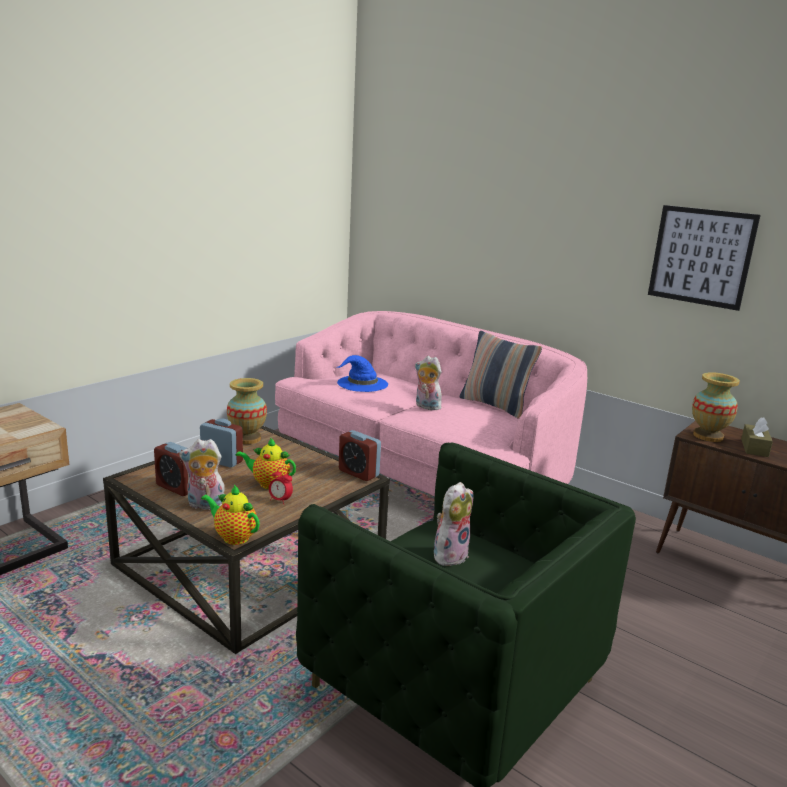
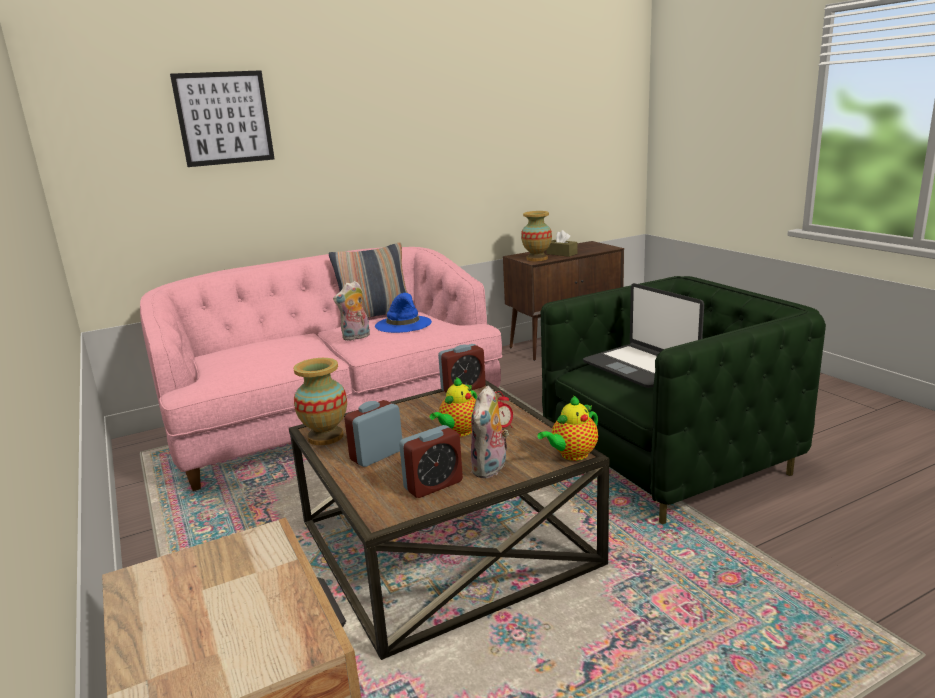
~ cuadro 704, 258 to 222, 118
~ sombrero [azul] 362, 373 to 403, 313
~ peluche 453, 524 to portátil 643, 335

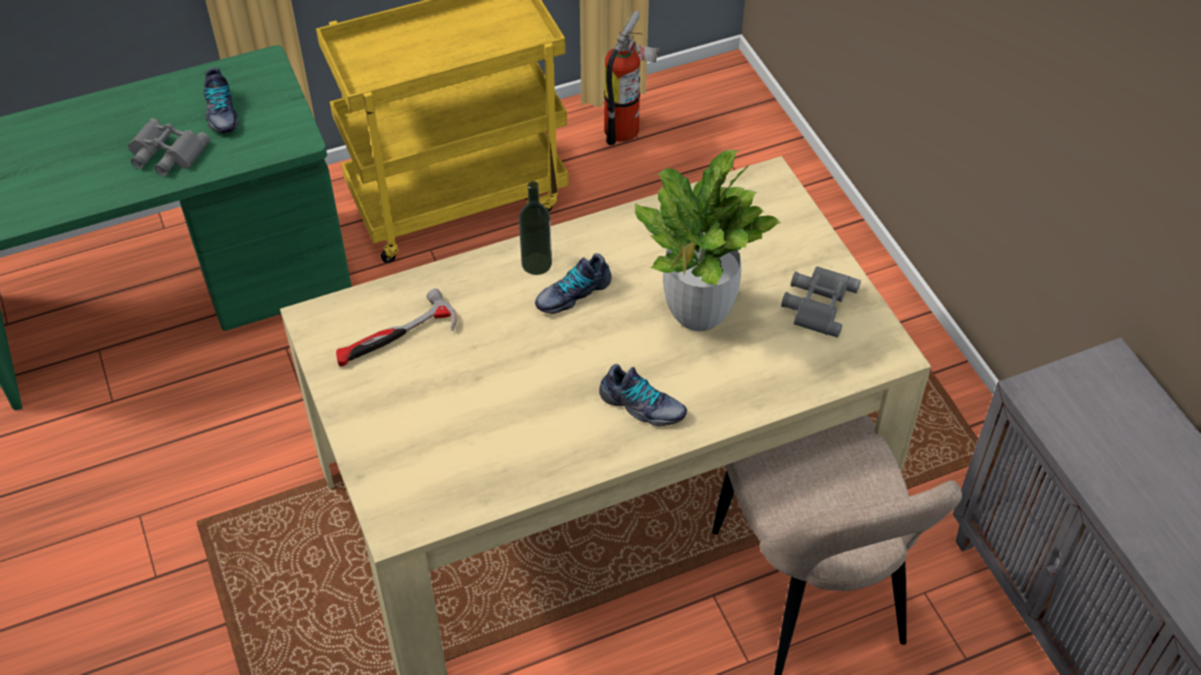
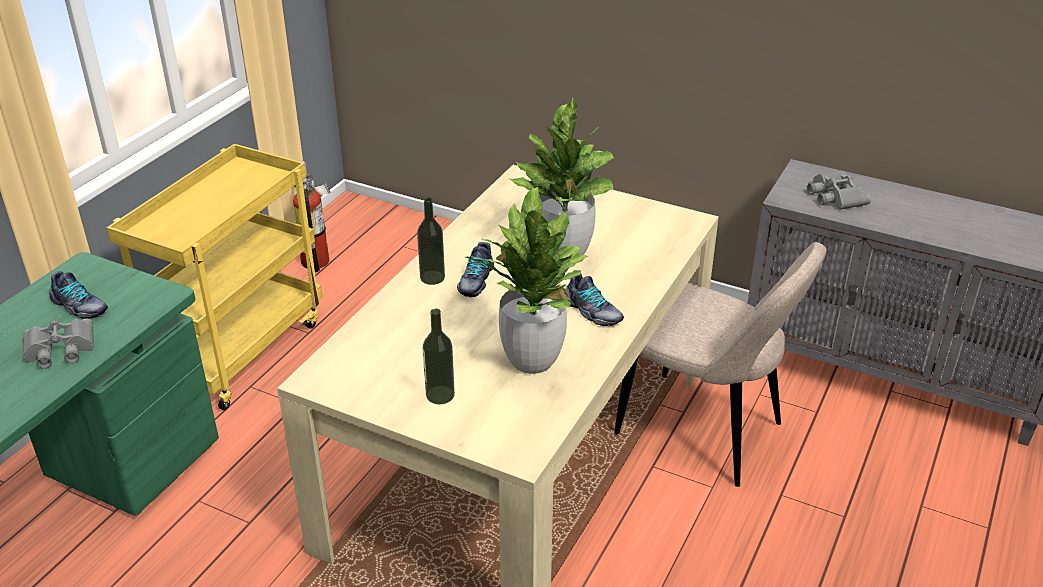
~ prismáticos [gris] 821, 302 to 839, 190
- martillo 396, 327
~ zapato 643, 395 = 594, 300 60 degrees clockwise
+ planta en maceta 527, 280
+ botella 439, 356

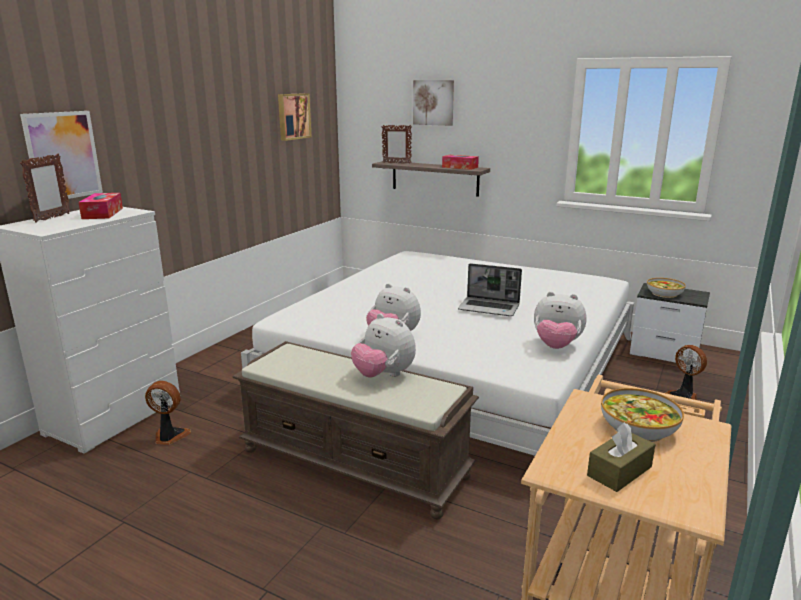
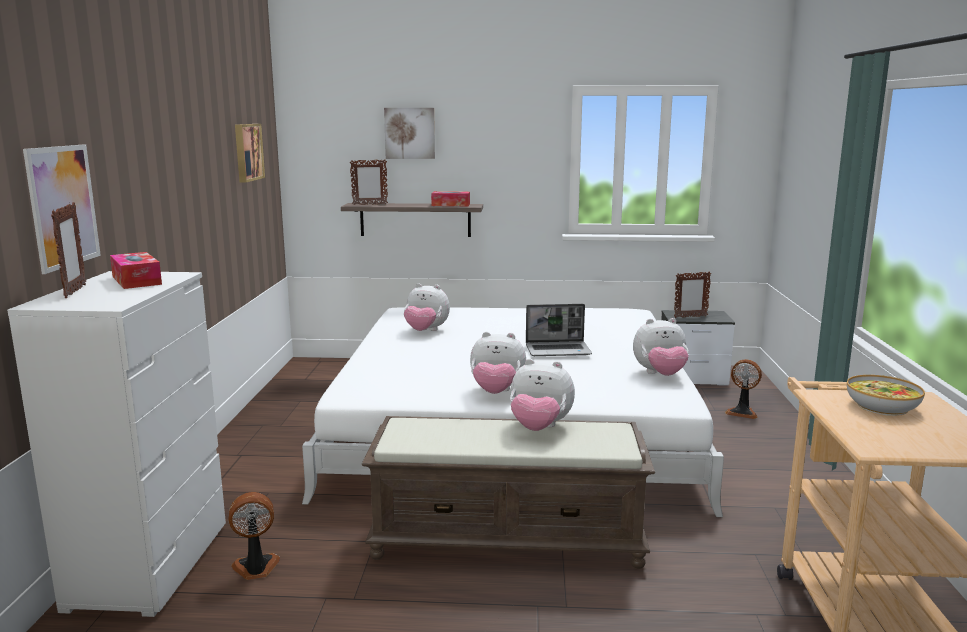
~ cuenco 666, 288 to portarretratos 692, 295
- caja de pañuelos [marrón] 621, 457
+ peluche 427, 307

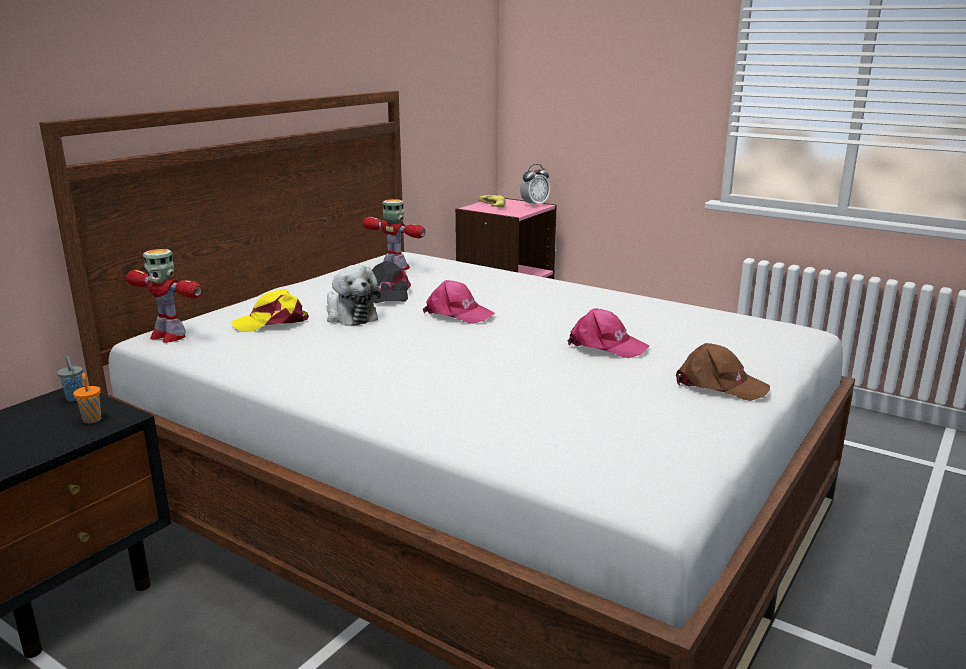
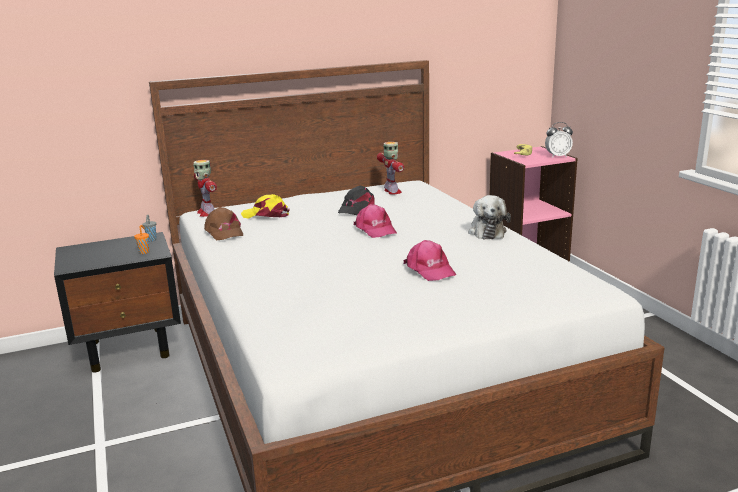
~ peluche 354, 295 to 489, 217
~ gorra [marrón] 723, 372 to 223, 223

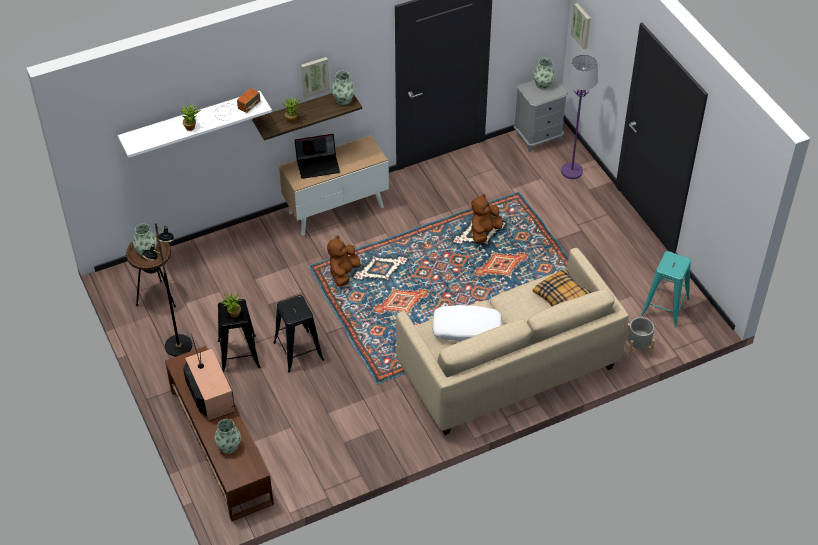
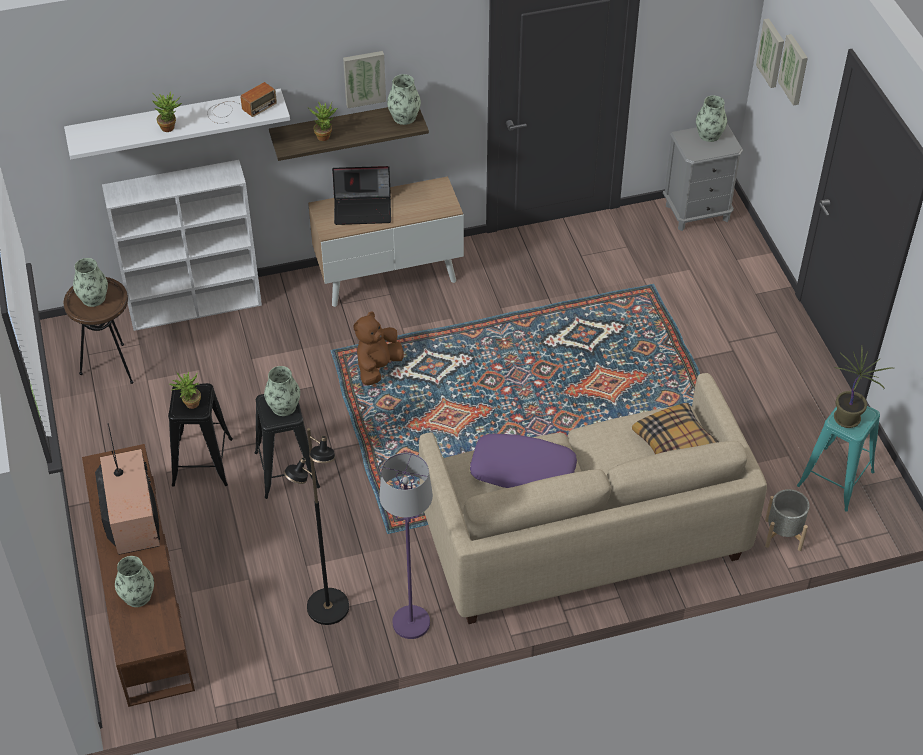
~ lámpara de pie [morado] 579, 117 to 406, 546
- peluche [marrón] 487, 219
~ lámpara de pie [negro] 167, 289 to 316, 526
~ cojín [blanco] 467, 323 to cojín [morado] 523, 461
+ cuadro 793, 70
+ estantería [blanco] 182, 245
+ planta en maceta 863, 387
+ florero 282, 391

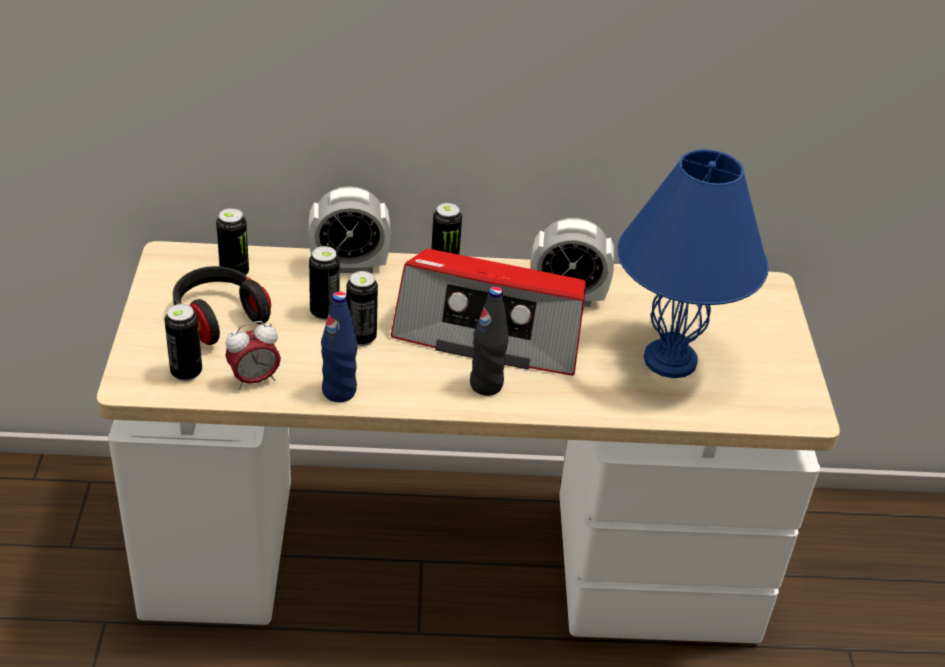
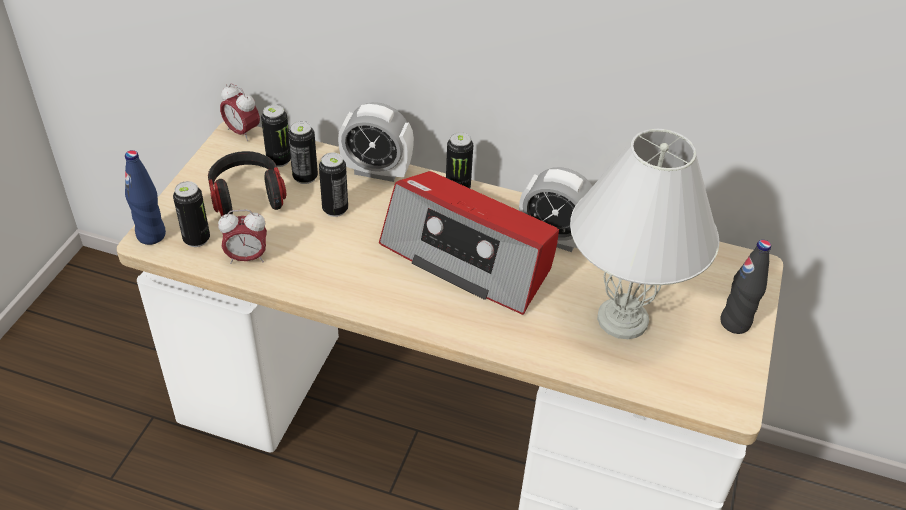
~ lámpara de mesa [azul] 693, 263 to lámpara de mesa [blanco] 645, 234
~ lata 362, 308 to 303, 152
~ botella [negro] 489, 341 to 745, 287
~ botella [azul] 339, 346 to 145, 197
+ despertador 240, 112

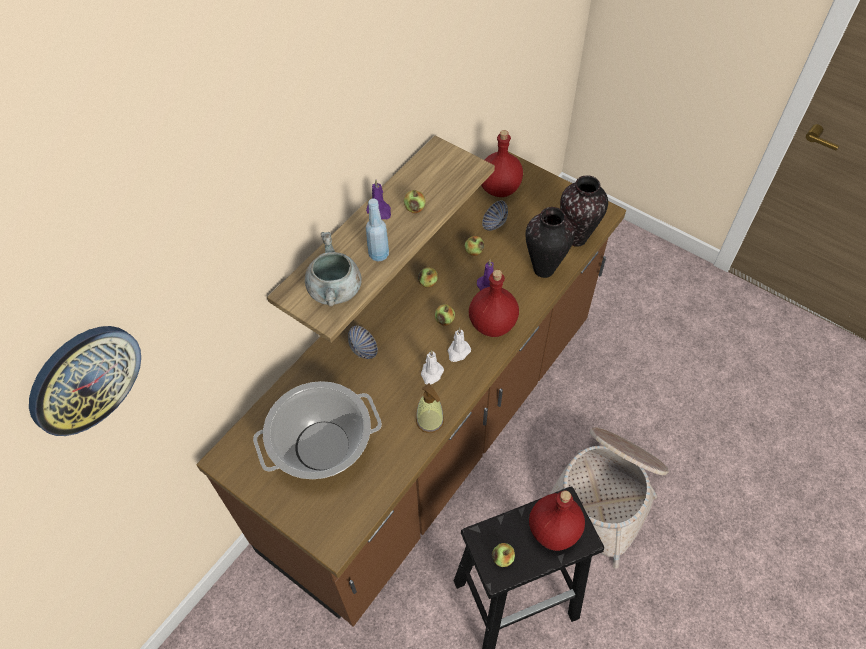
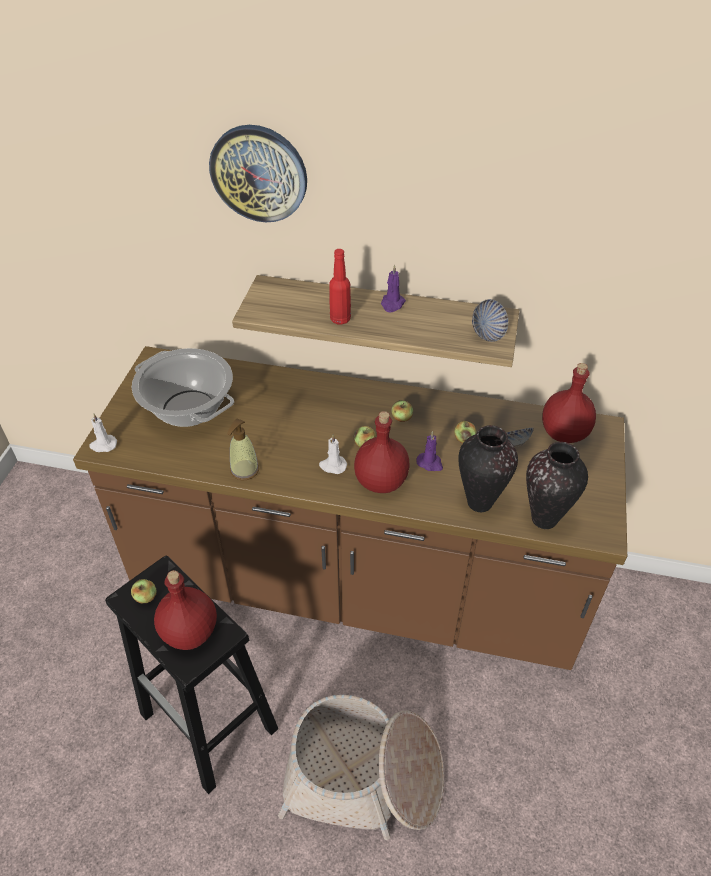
- manzana 415, 201
~ botella [azul] 377, 230 to botella [rojo] 340, 286
- olla [gris] 333, 269
~ cuenco 363, 342 to 490, 320
~ reloj de pared 85, 381 to 258, 173
~ vela [blanco] 432, 367 to 103, 432

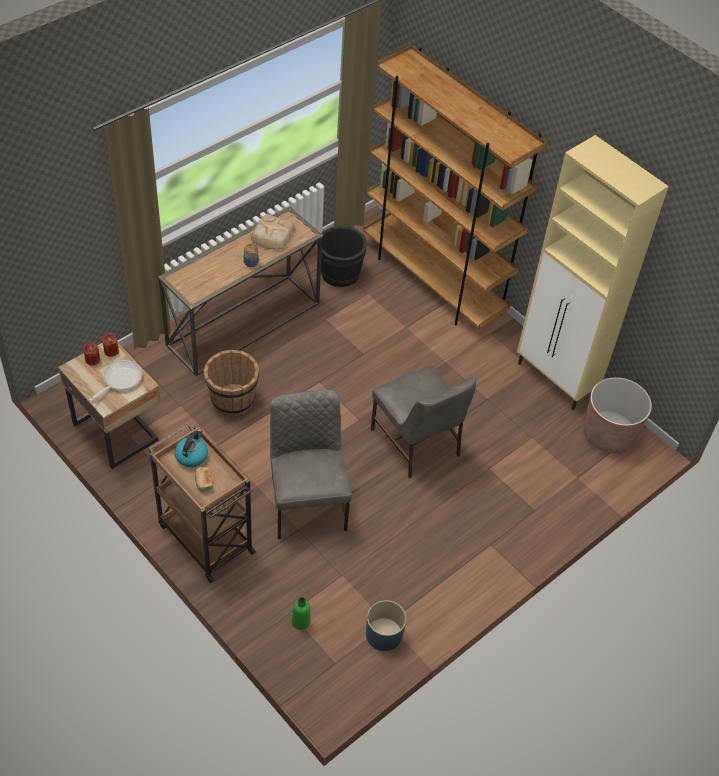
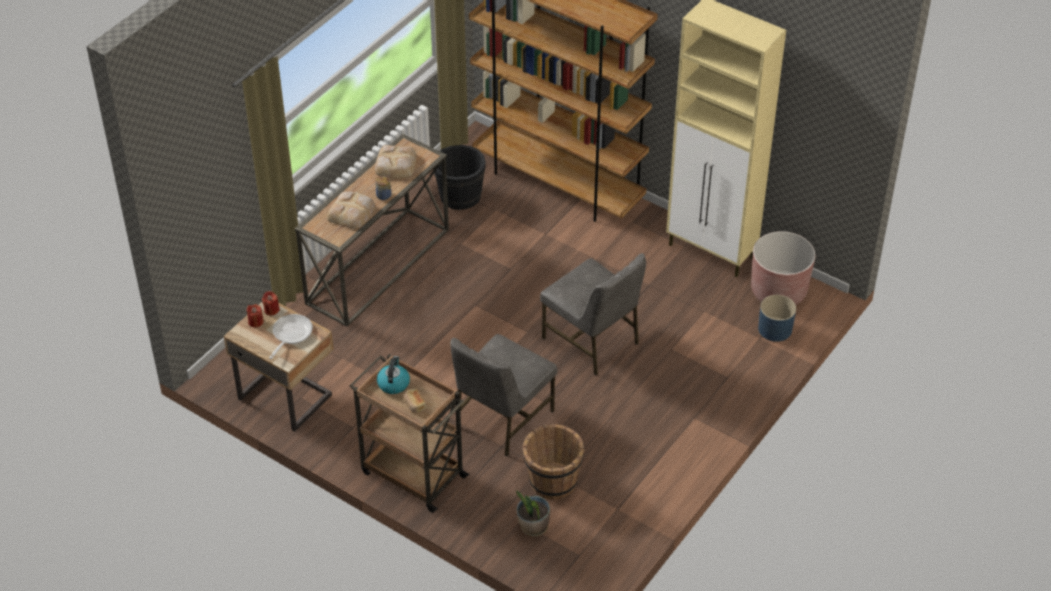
~ cubo [marrón] 231, 383 to 553, 462
~ silla [gris] 311, 464 = 503, 395 120 degrees counterclockwise
~ botella [verde] 301, 613 to planta en maceta 533, 513
~ maceta [azul] 386, 625 to 777, 318
+ pan 351, 210

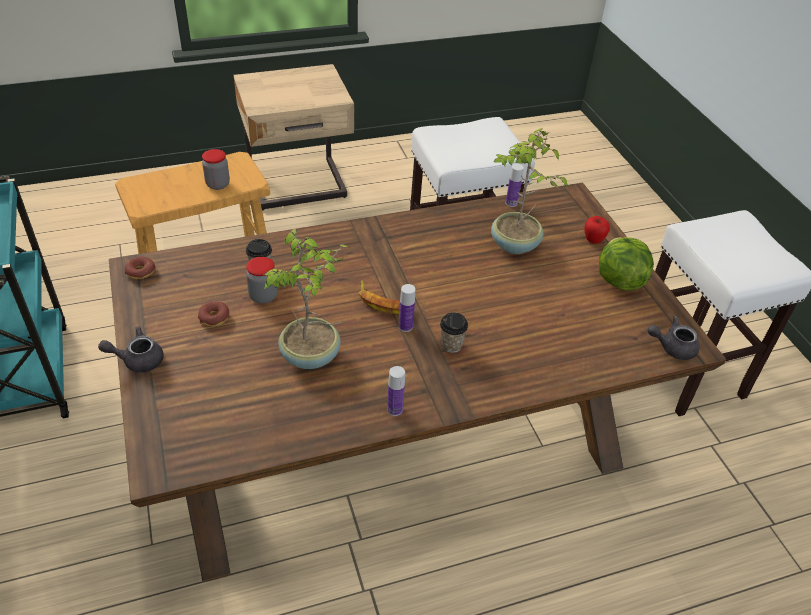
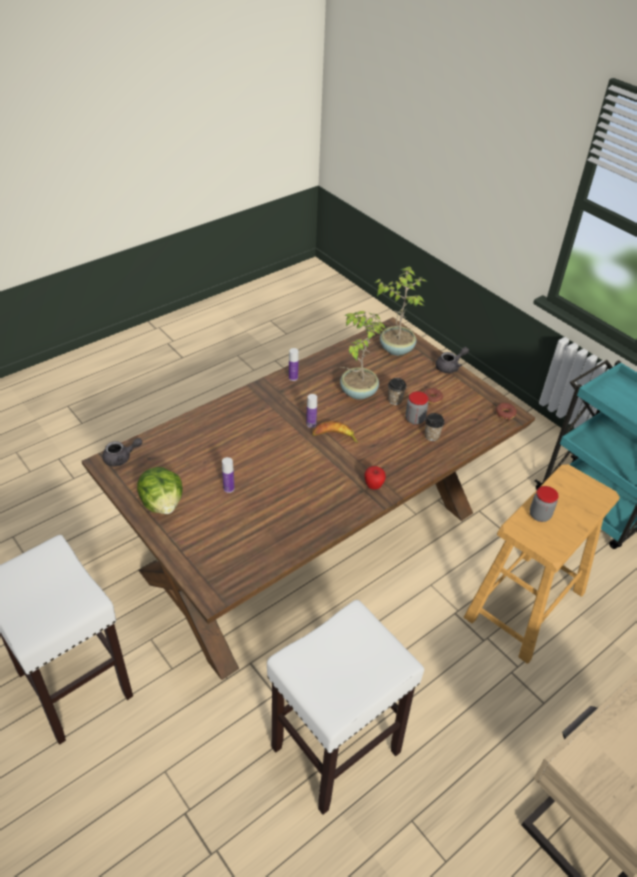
~ planta en maceta 529, 191 to 400, 311
~ botella 515, 185 to 228, 475
~ manzana 597, 230 to 375, 478
~ taza 454, 332 to 397, 391

